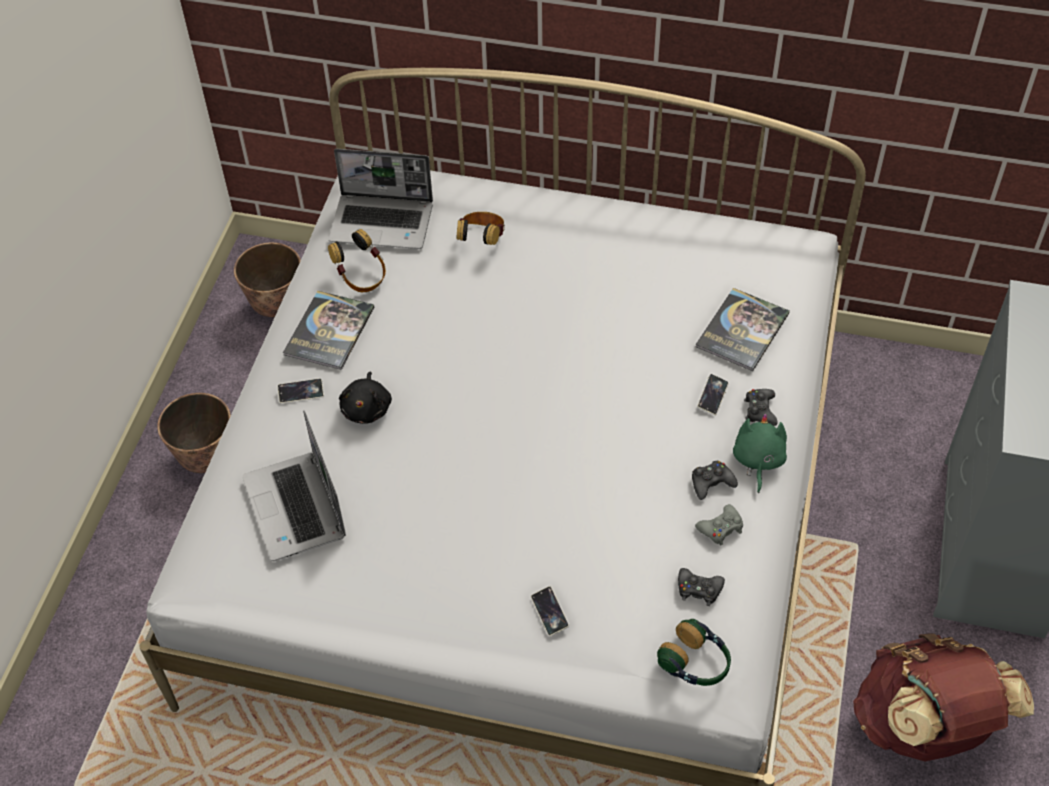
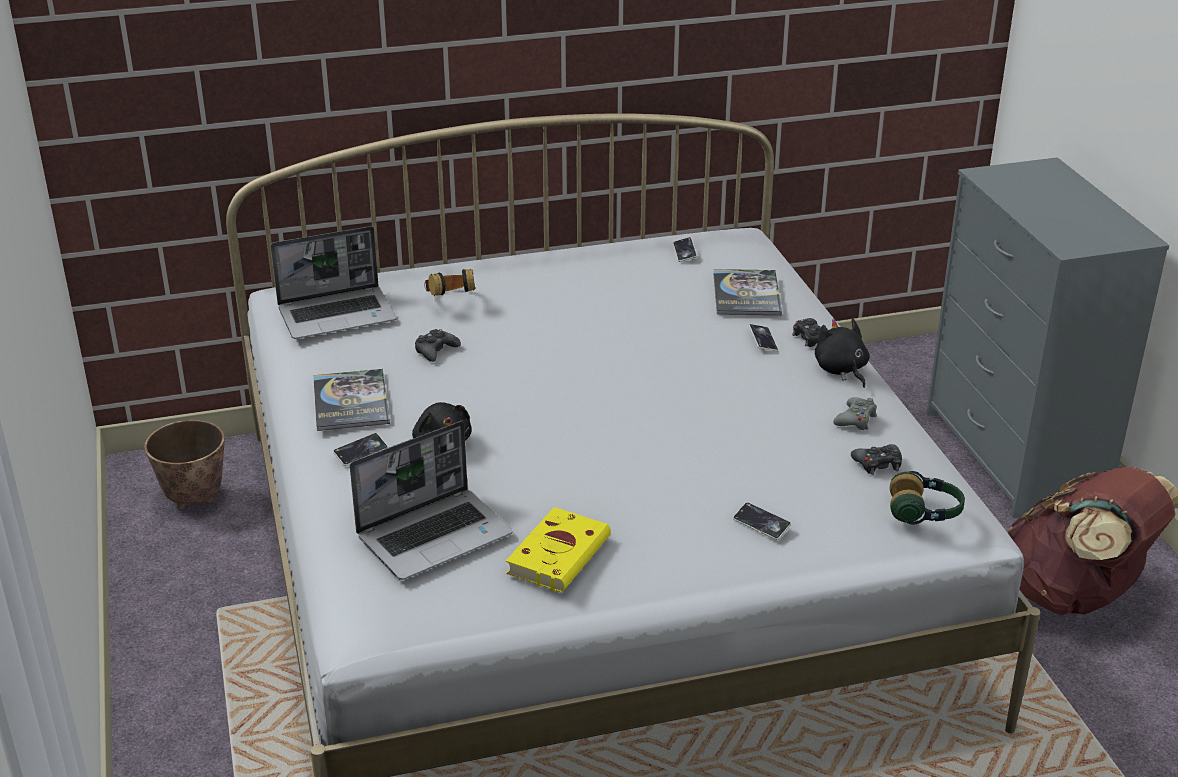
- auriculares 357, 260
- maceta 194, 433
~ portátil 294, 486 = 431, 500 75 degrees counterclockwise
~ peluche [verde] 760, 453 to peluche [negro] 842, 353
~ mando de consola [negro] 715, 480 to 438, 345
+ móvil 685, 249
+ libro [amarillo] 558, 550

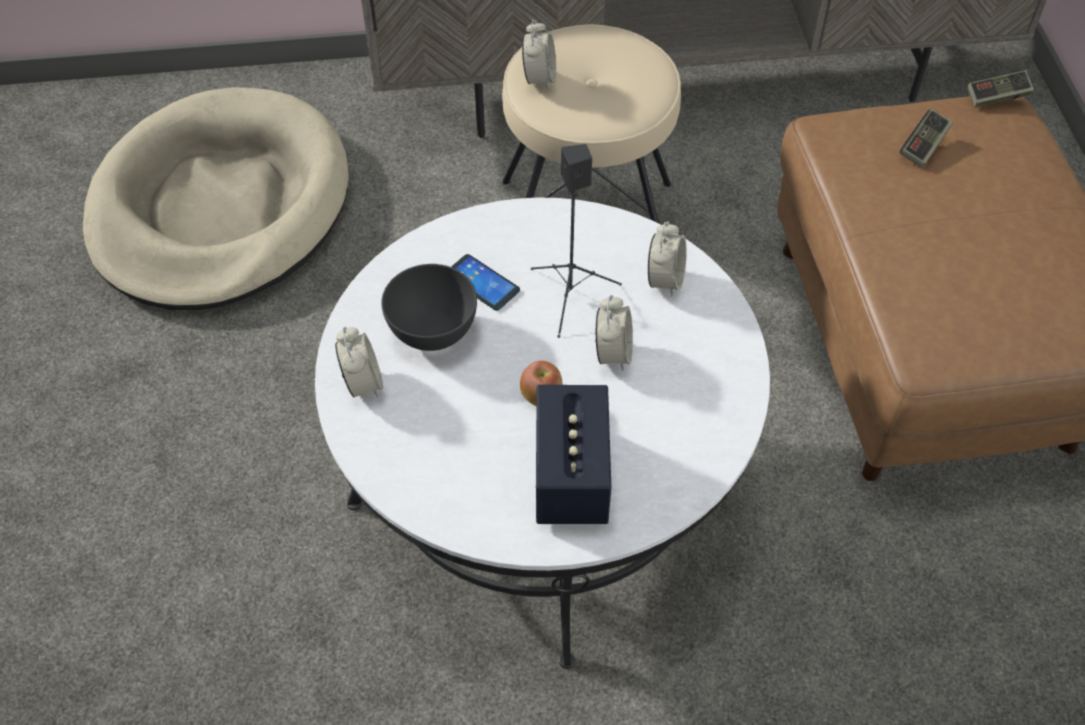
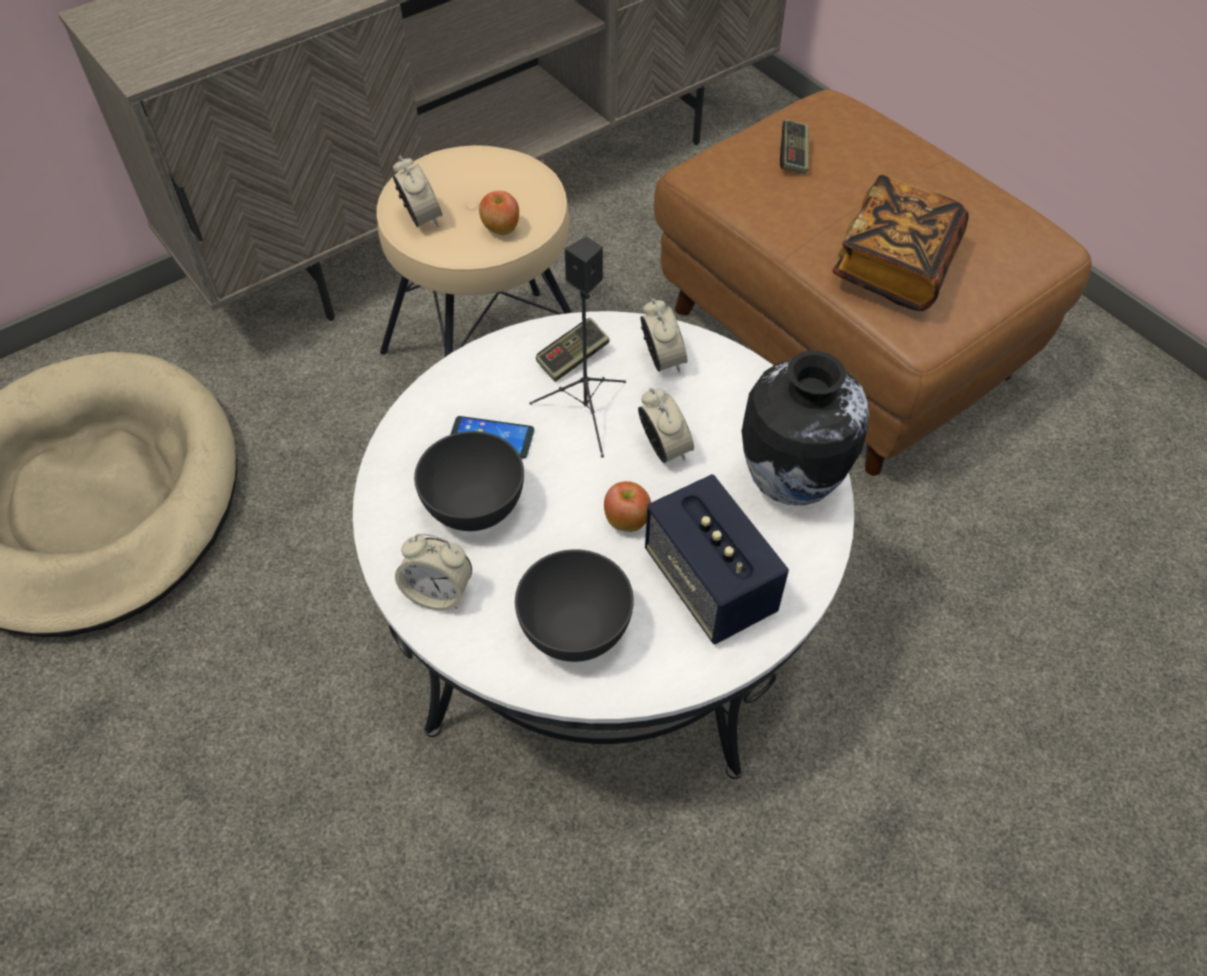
~ mando de consola 1000, 88 to 572, 350
~ despertador 359, 362 = 433, 572 150 degrees clockwise
+ libro 900, 243
+ manzana 499, 213
+ florero 805, 428
+ cuenco [gris] 574, 605

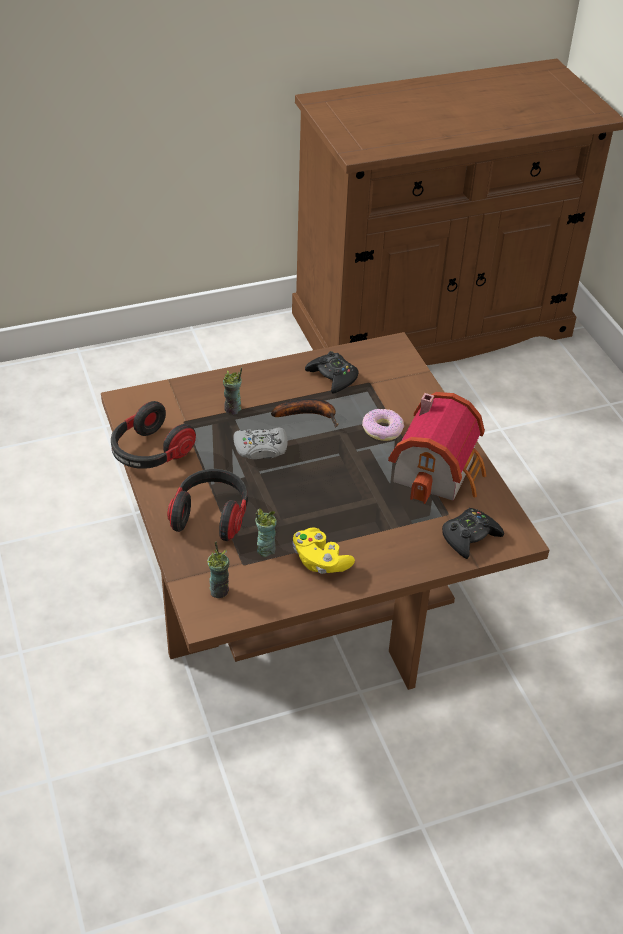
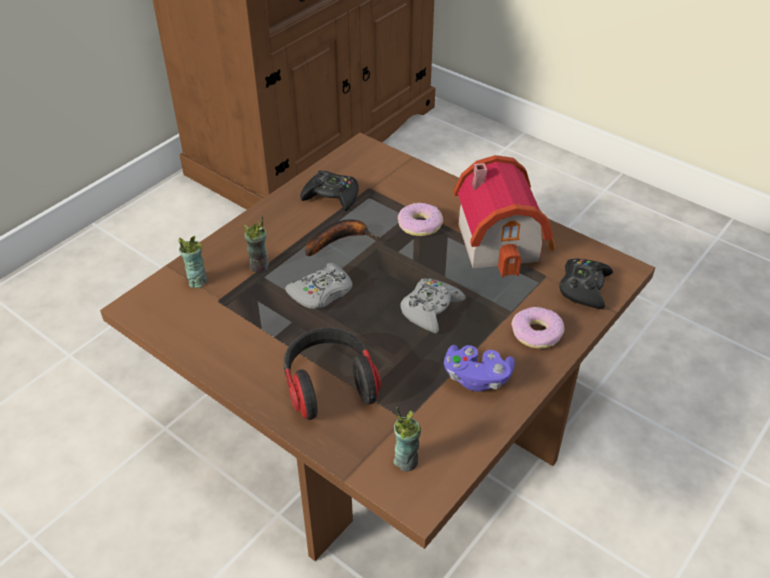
- auriculares 153, 435
~ taza 266, 532 to 192, 262
~ mando de consola [amarillo] 323, 550 to mando de consola [morado] 479, 368
+ mando de consola [gris] 432, 306
+ rosquilla 538, 328

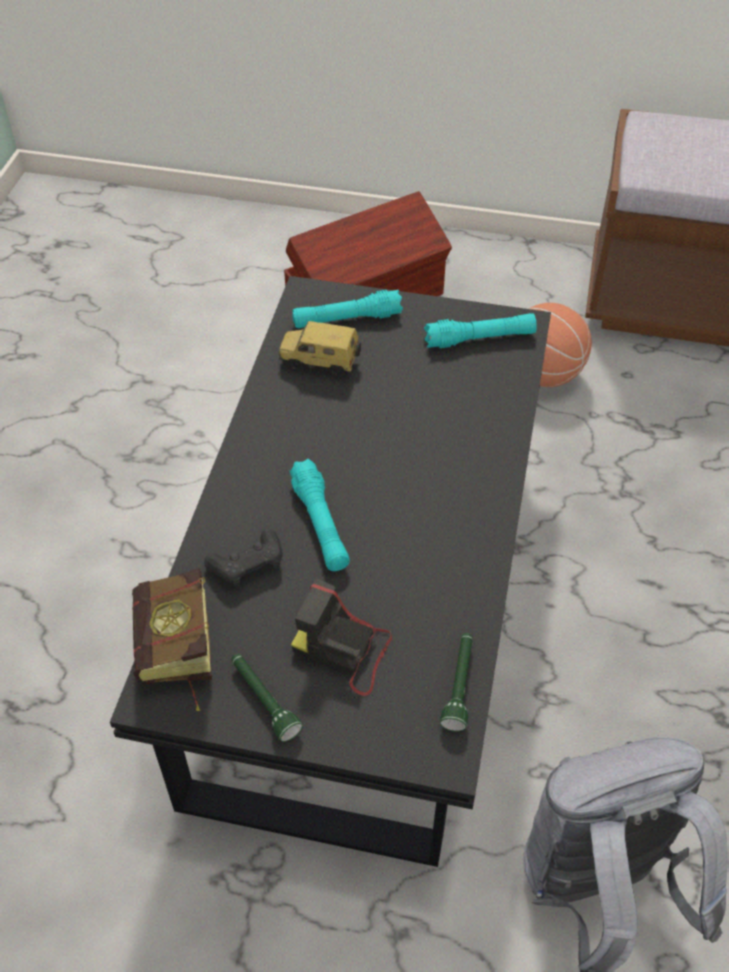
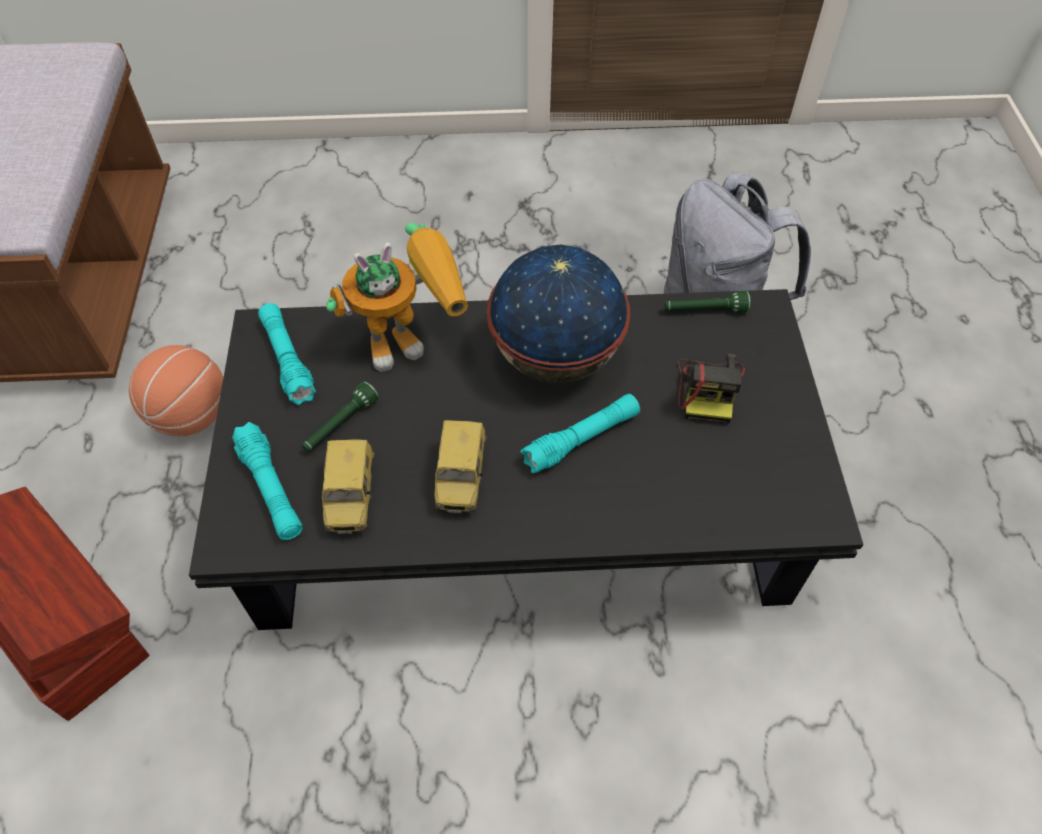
- mando de consola [negro] 243, 558
- libro 172, 639
~ linterna [verde] 267, 698 to 340, 416
+ robot de juguete 397, 297
+ globo terráqueo 558, 313
+ coche de juguete 460, 467

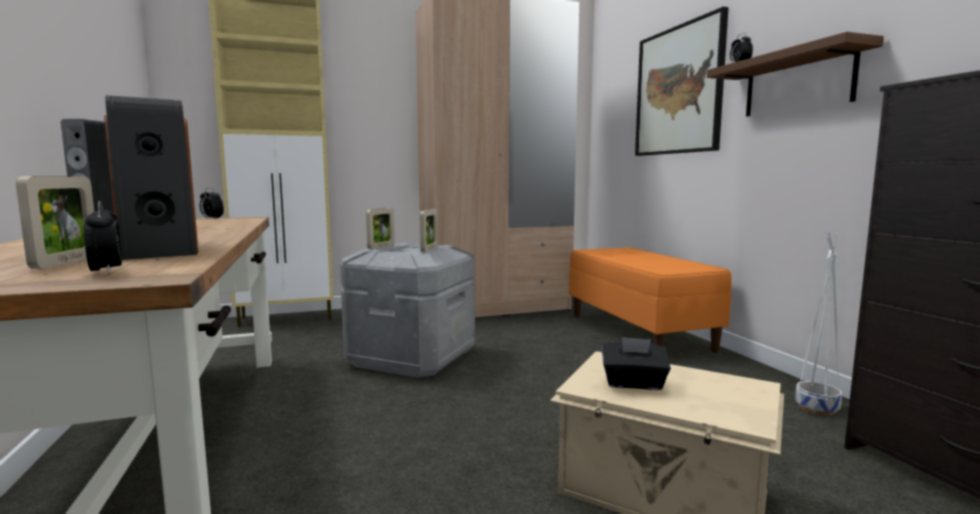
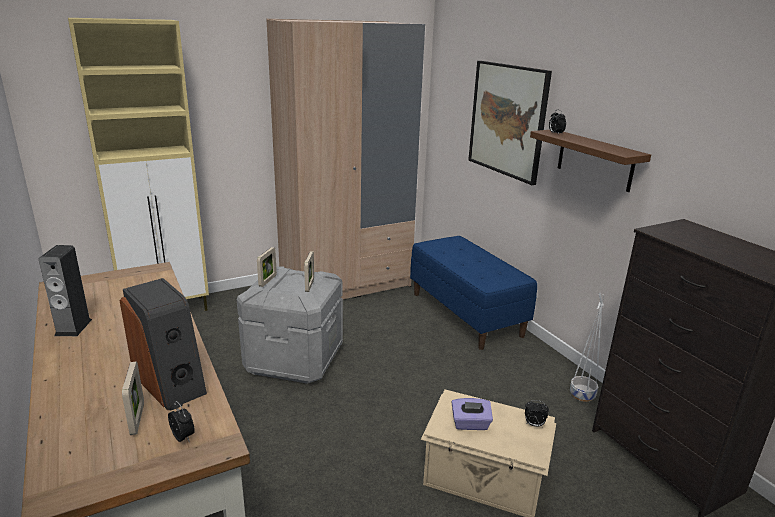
~ despertador 212, 203 to 537, 413
~ banco [naranja] 650, 300 to banco [azul] 473, 293
~ caja de pañuelos [negro] 636, 363 to caja de pañuelos [morado] 472, 414

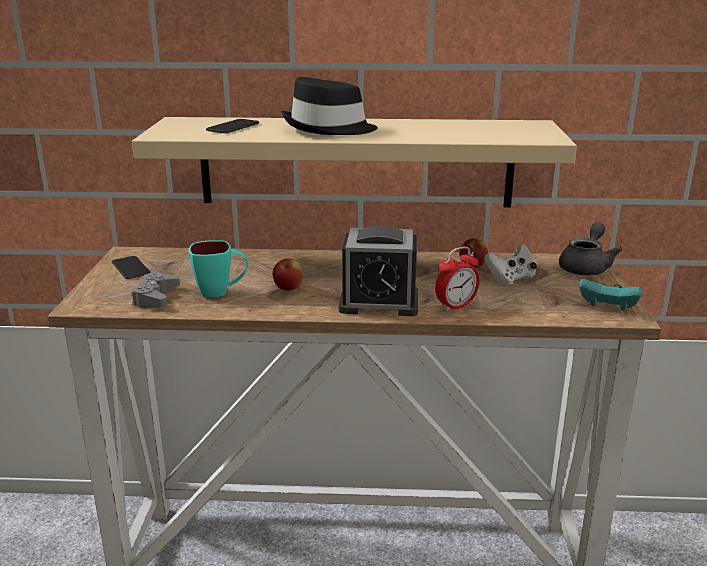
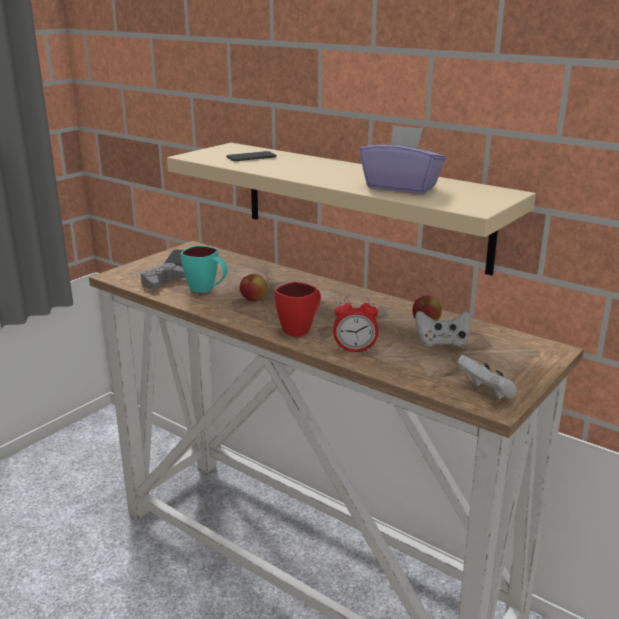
- sombrero [negro] 329, 106
- tetera [gris] 591, 249
~ despertador 378, 271 to taza grande [rojo] 298, 309
~ mando de consola [turquesa] 611, 294 to mando de consola [blanco] 487, 377
+ caja de pañuelos [morado] 403, 159

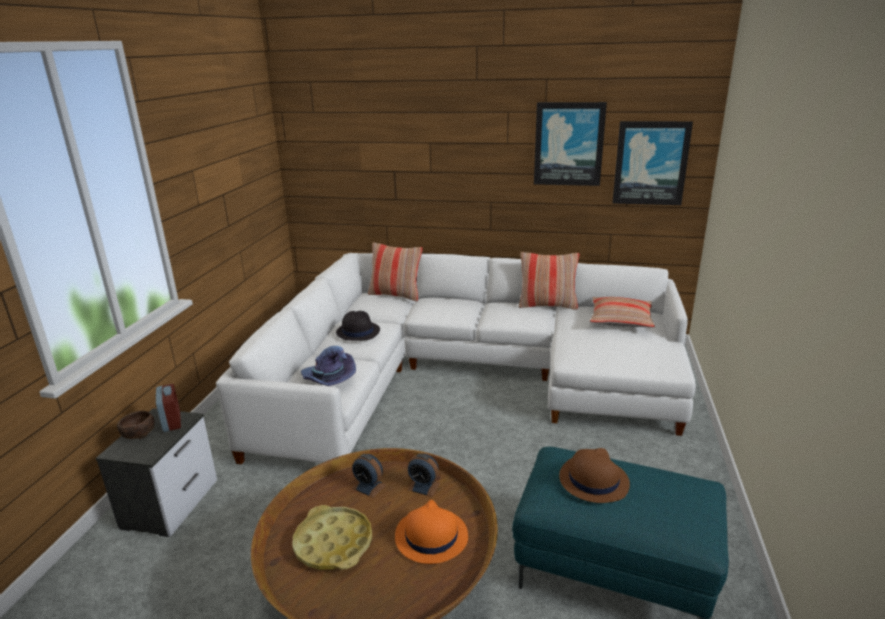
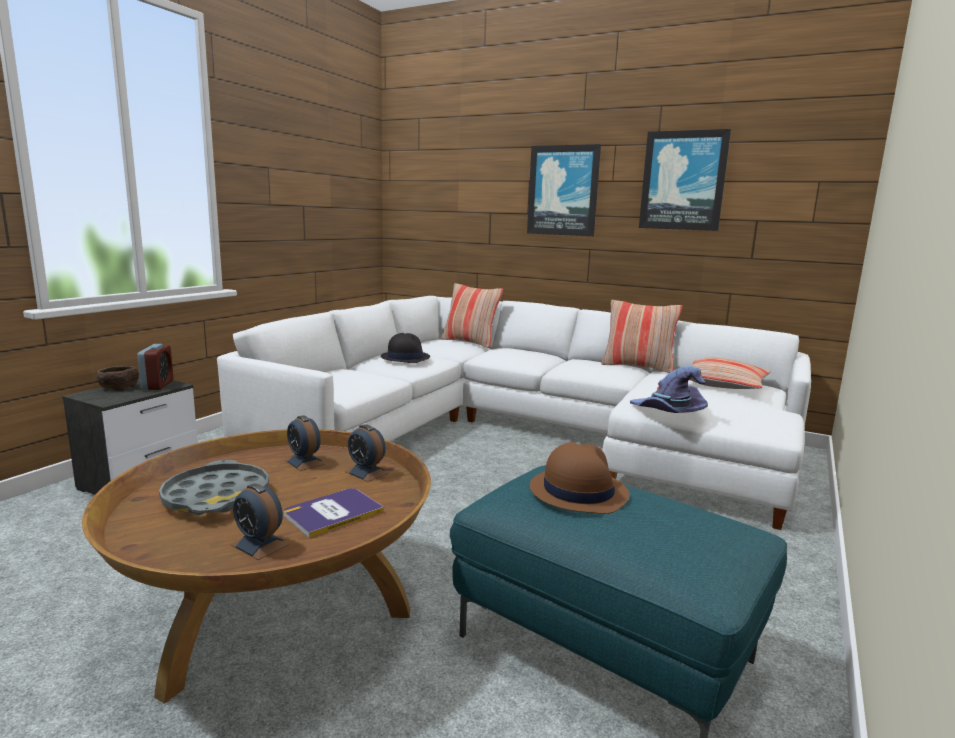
~ cuadro 652, 163 to 564, 190
~ sombrero [morado] 328, 366 to 669, 389
~ sombrero [naranja] 431, 532 to libro 334, 513
~ bandeja [amarillo] 332, 537 to bandeja [gris] 214, 487
+ despertador 260, 522

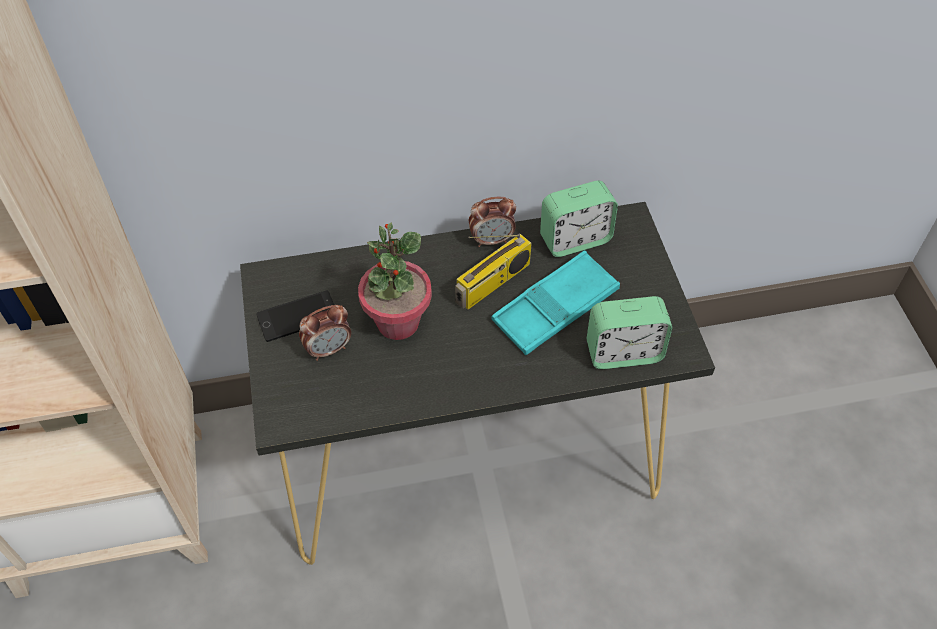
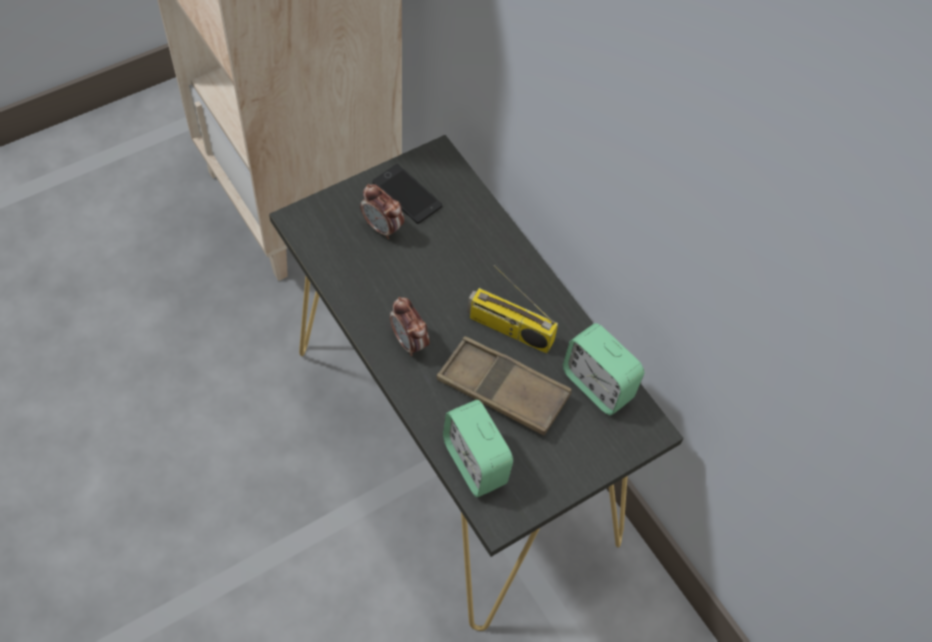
~ despertador 492, 222 to 410, 326
- planta en maceta 395, 281
~ bandeja [turquesa] 555, 302 to bandeja [marrón] 504, 385

